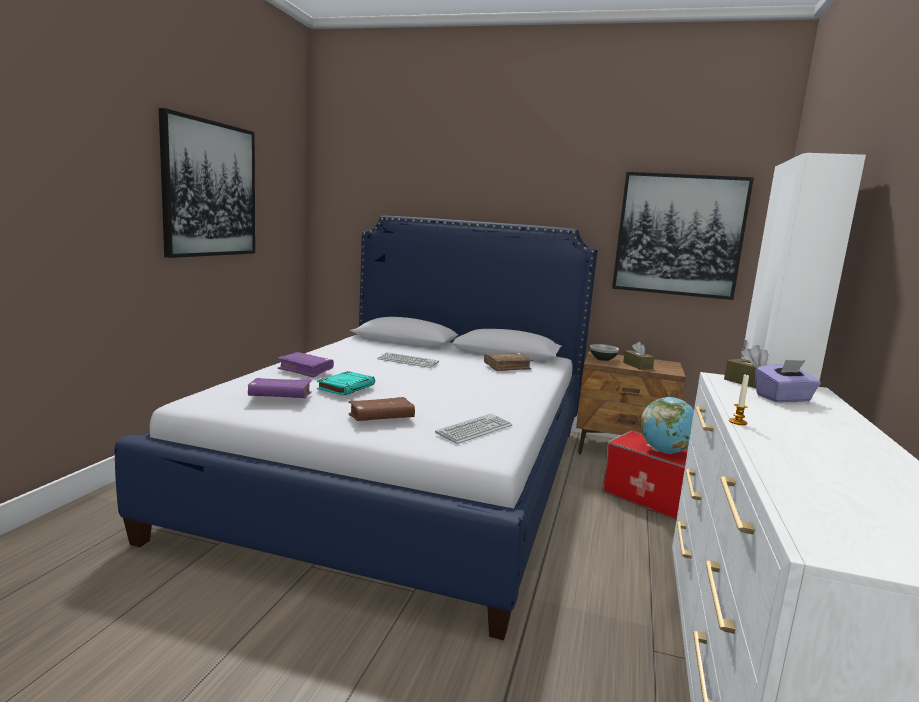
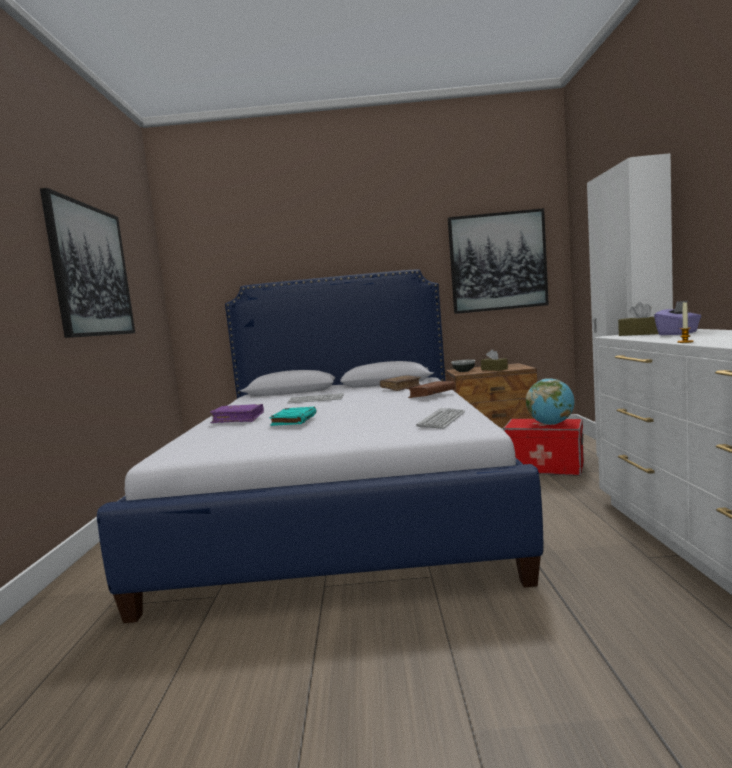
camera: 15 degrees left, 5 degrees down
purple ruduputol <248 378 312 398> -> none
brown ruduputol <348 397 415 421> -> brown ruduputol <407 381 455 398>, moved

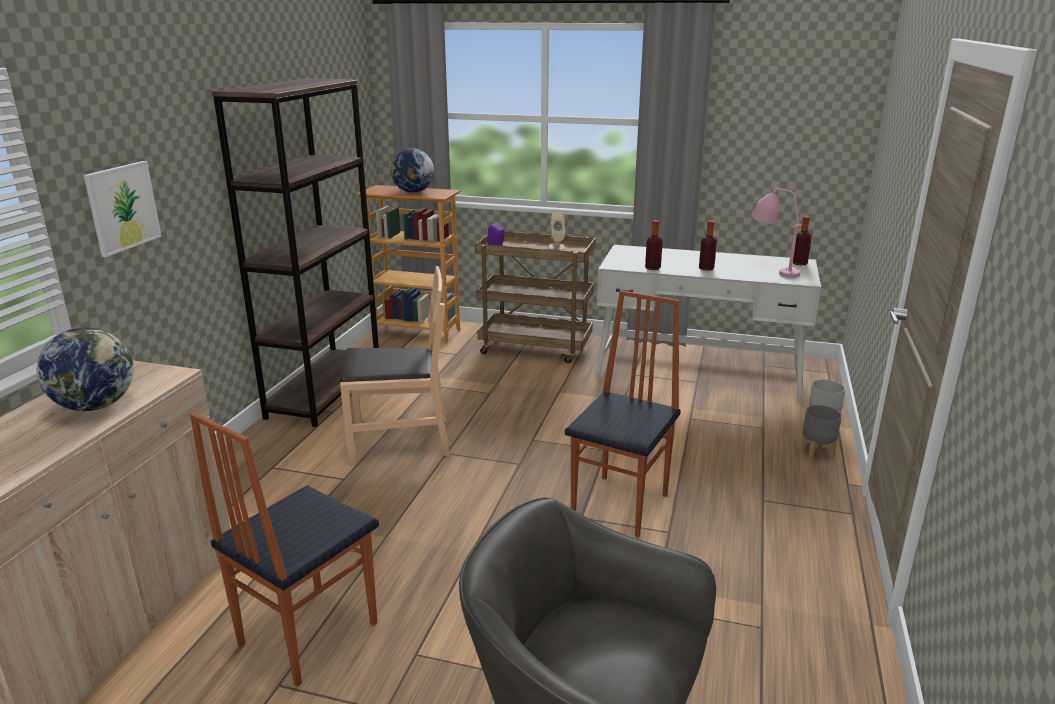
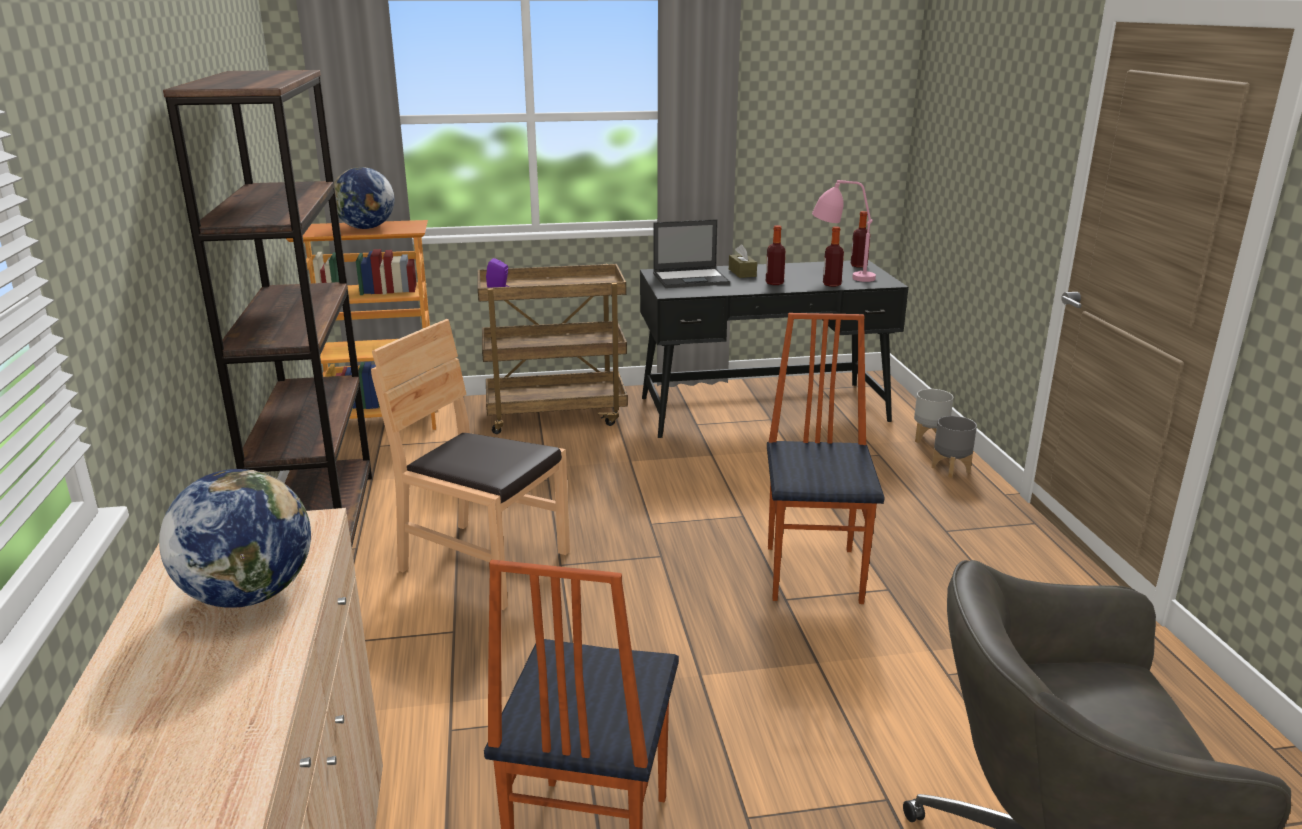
camera: 25 degrees left, 0 degrees up
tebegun <84 161 162 257> -> none
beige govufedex <548 212 565 251> -> none
none -> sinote <653 219 730 288>
none -> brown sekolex <729 244 757 278>
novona <645 220 663 270> -> novona <823 227 844 287>, moved
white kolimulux <595 245 821 404> -> black kolimulux <640 260 908 438>
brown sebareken <340 266 450 465> -> brown sebareken <371 319 570 610>, 120 degrees counterclockwise

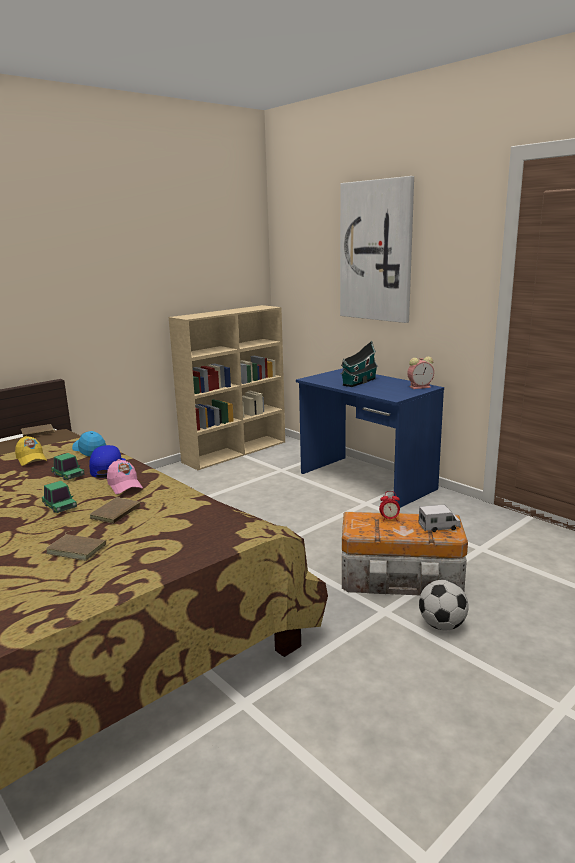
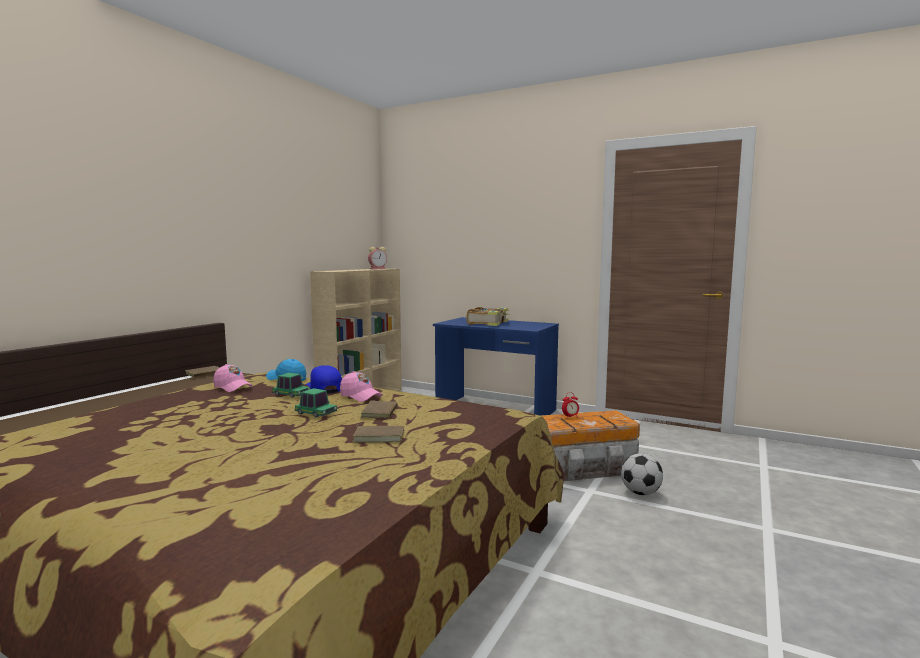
camera: 20 degrees left, 10 degrees down
tebegun <340 176 414 323> -> none
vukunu <419 505 461 532> -> none
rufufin <407 357 434 389> -> rufufin <368 247 387 269>, moved
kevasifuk <341 341 378 387> -> ruduputol <467 307 510 326>
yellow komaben <15 436 47 466> -> pink komaben <213 364 253 392>

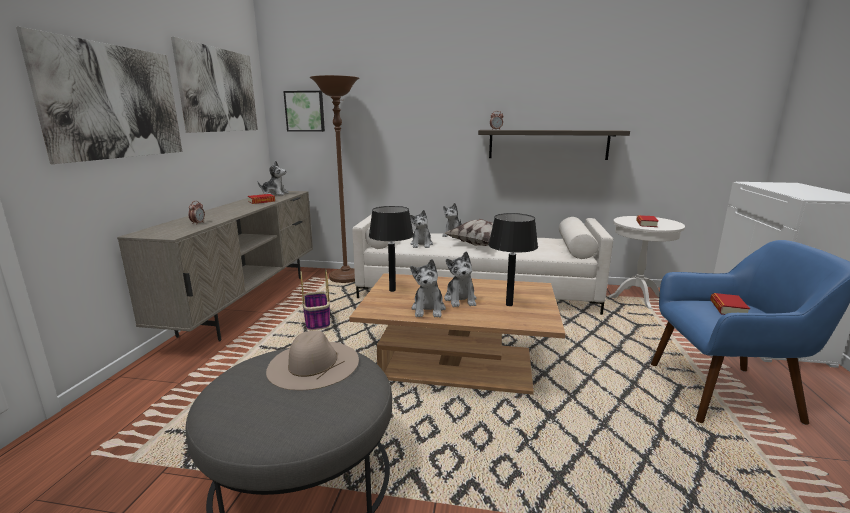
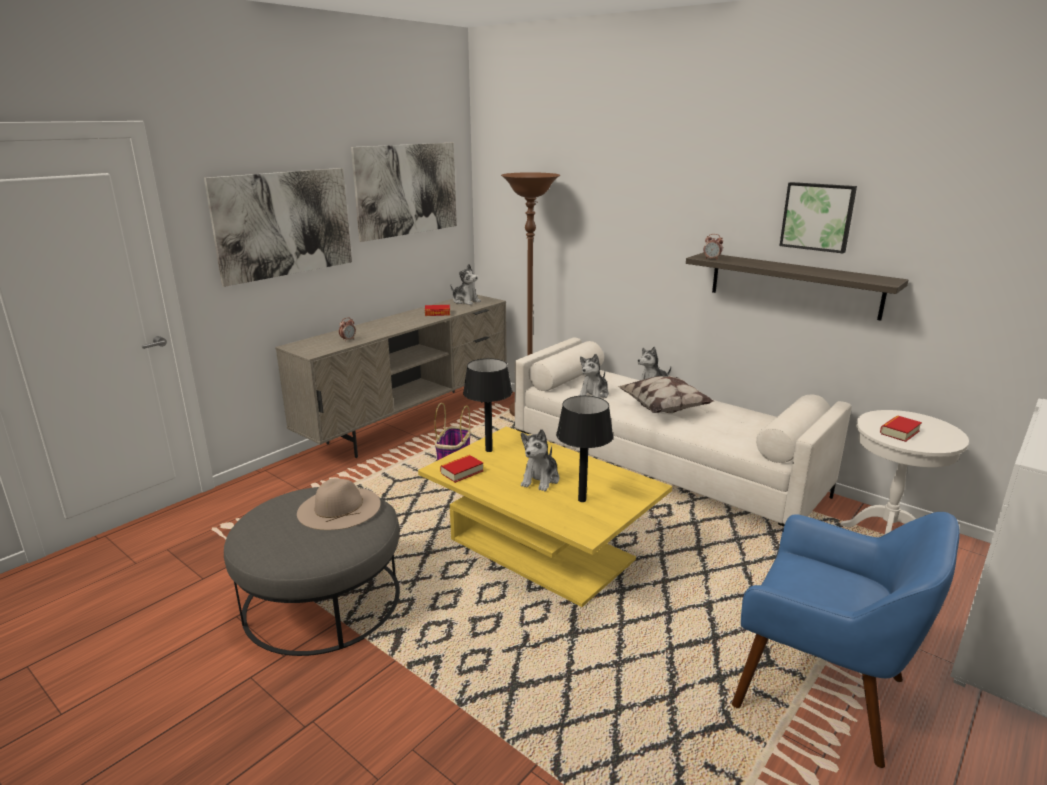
camera: 30 degrees right, 5 degrees up
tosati <410 259 446 317> -> none
tebegun <283 91 325 132> -> tebegun <779 182 857 253>, moved
ruduputol <710 293 750 315> -> ruduputol <440 455 484 483>, moved
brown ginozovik <349 273 566 395> -> yellow ginozovik <418 427 672 607>

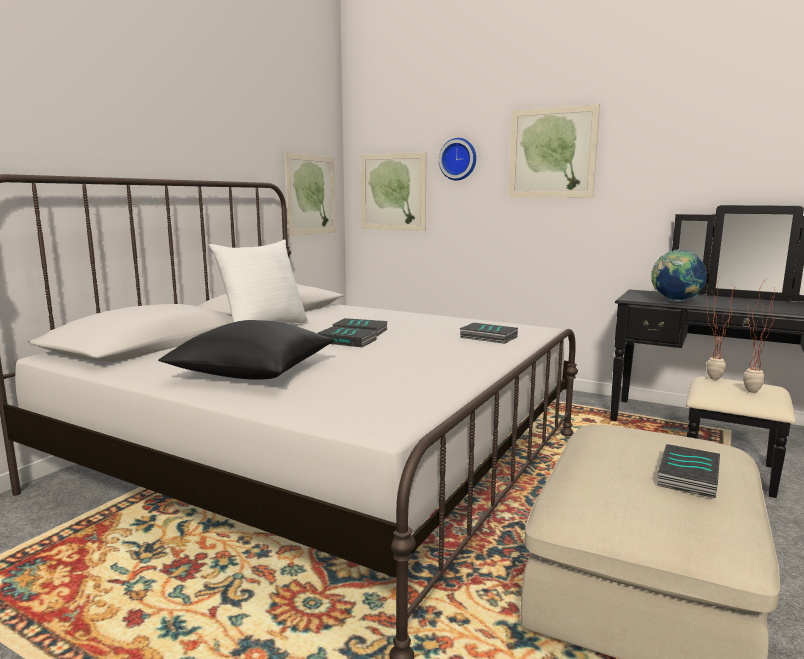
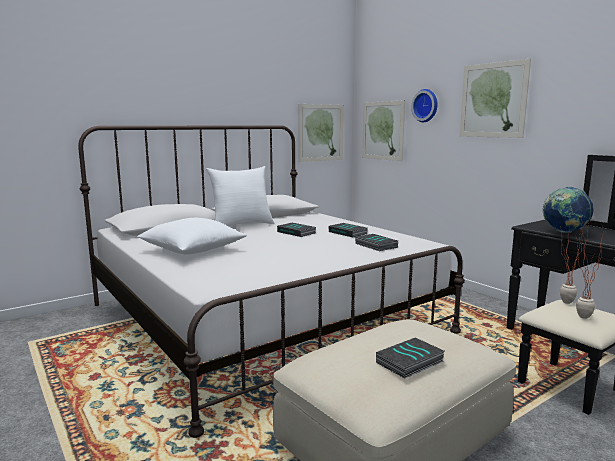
camera: 25 degrees right, 0 degrees up
ruduputol <317 326 377 347> -> ruduputol <329 223 368 238>, moved
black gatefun <158 320 334 380> -> white gatefun <137 218 247 254>

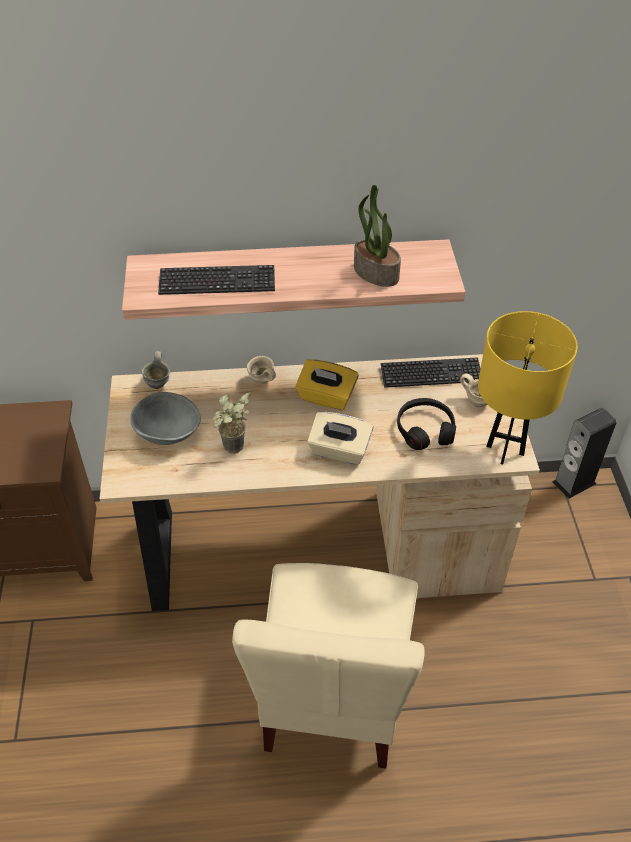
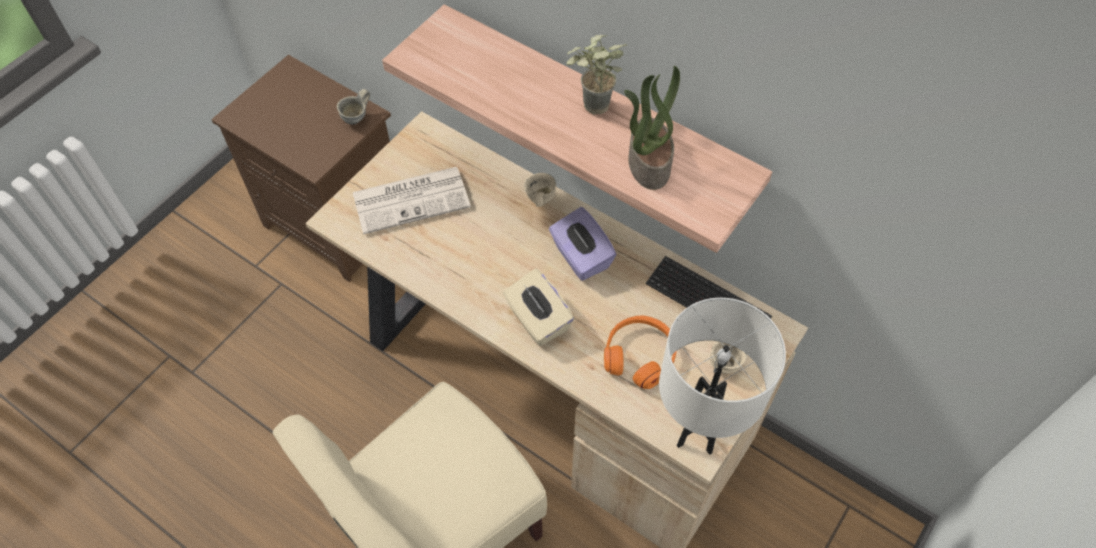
camera: 40 degrees right, 10 degrees up
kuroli <158 265 275 295> -> none
govufedex <552 407 617 499> -> none
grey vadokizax <142 351 170 389> -> grey vadokizax <337 89 370 124>, moved
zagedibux <213 392 250 454> -> zagedibux <566 35 627 115>, moved
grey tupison <130 392 201 445> -> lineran <353 167 471 235>
yellow sekolex <295 359 359 411> -> purple sekolex <549 207 617 281>
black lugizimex <397 398 456 450> -> orange lugizimex <604 316 677 389>
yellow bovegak <478 311 578 465> -> white bovegak <659 298 786 455>

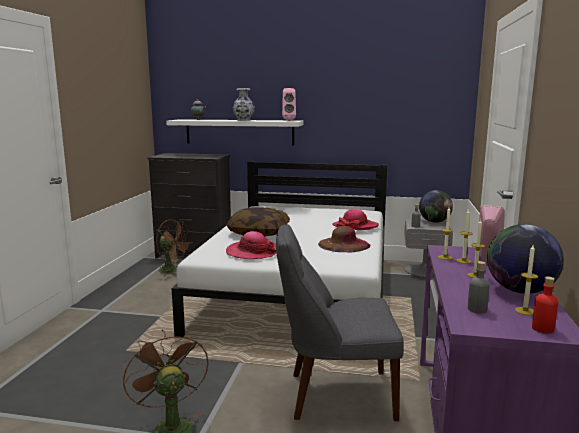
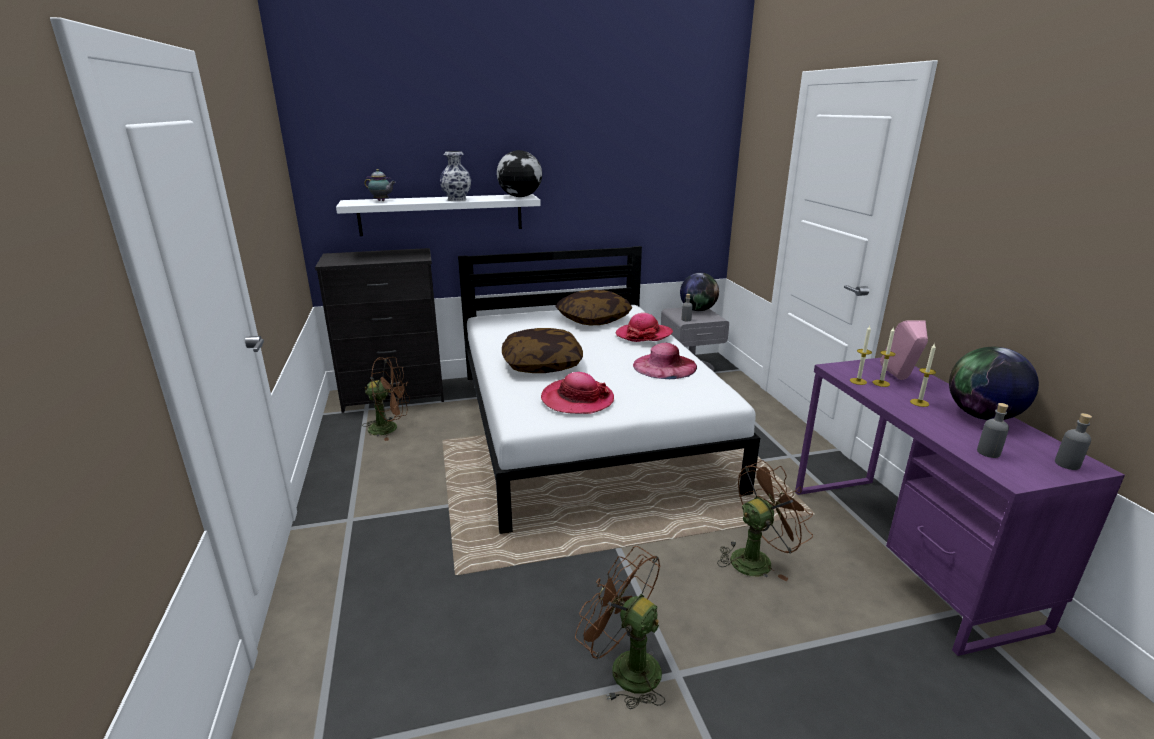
camera: 25 degrees left, 10 degrees up
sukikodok <515 245 538 315> -> none
none -> gatefun <555 290 632 325>
grey sebareken <276 224 404 421> -> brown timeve <717 460 813 581>
pink govufedex <282 88 296 121> -> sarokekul <497 150 542 197>
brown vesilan <318 226 371 252> -> pink vesilan <633 342 697 379>
red novona <532 276 558 334> -> grey novona <1055 413 1092 470>

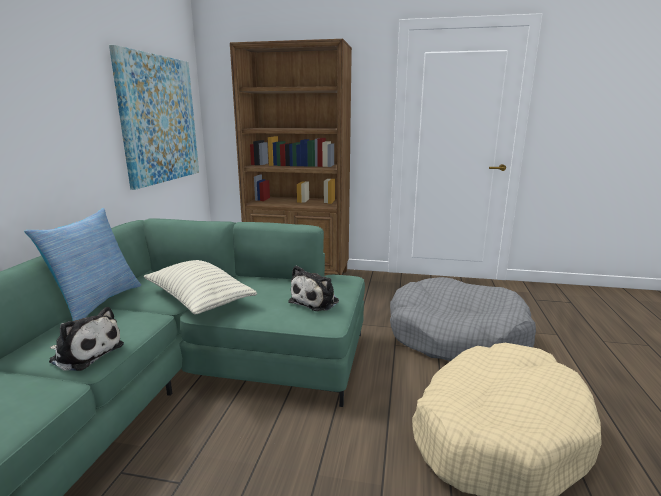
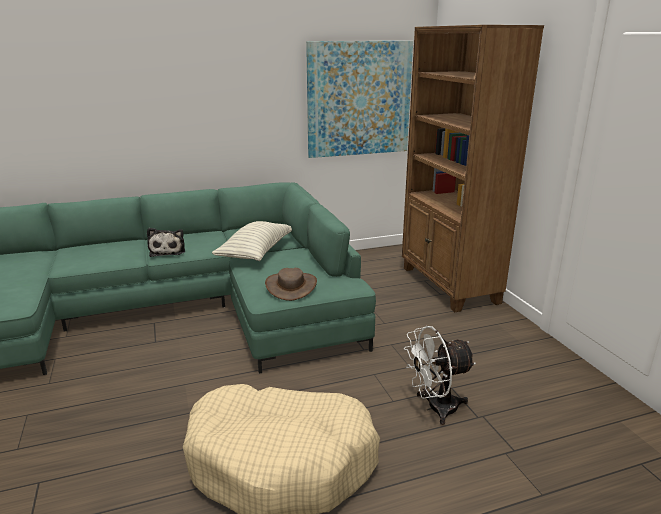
camera: 60 degrees right, 5 degrees up
gatefun <24 208 141 321> -> none
tosati <288 266 339 311> -> brown vesilan <265 268 317 301>
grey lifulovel <390 277 536 361> -> white timeve <404 326 476 425>

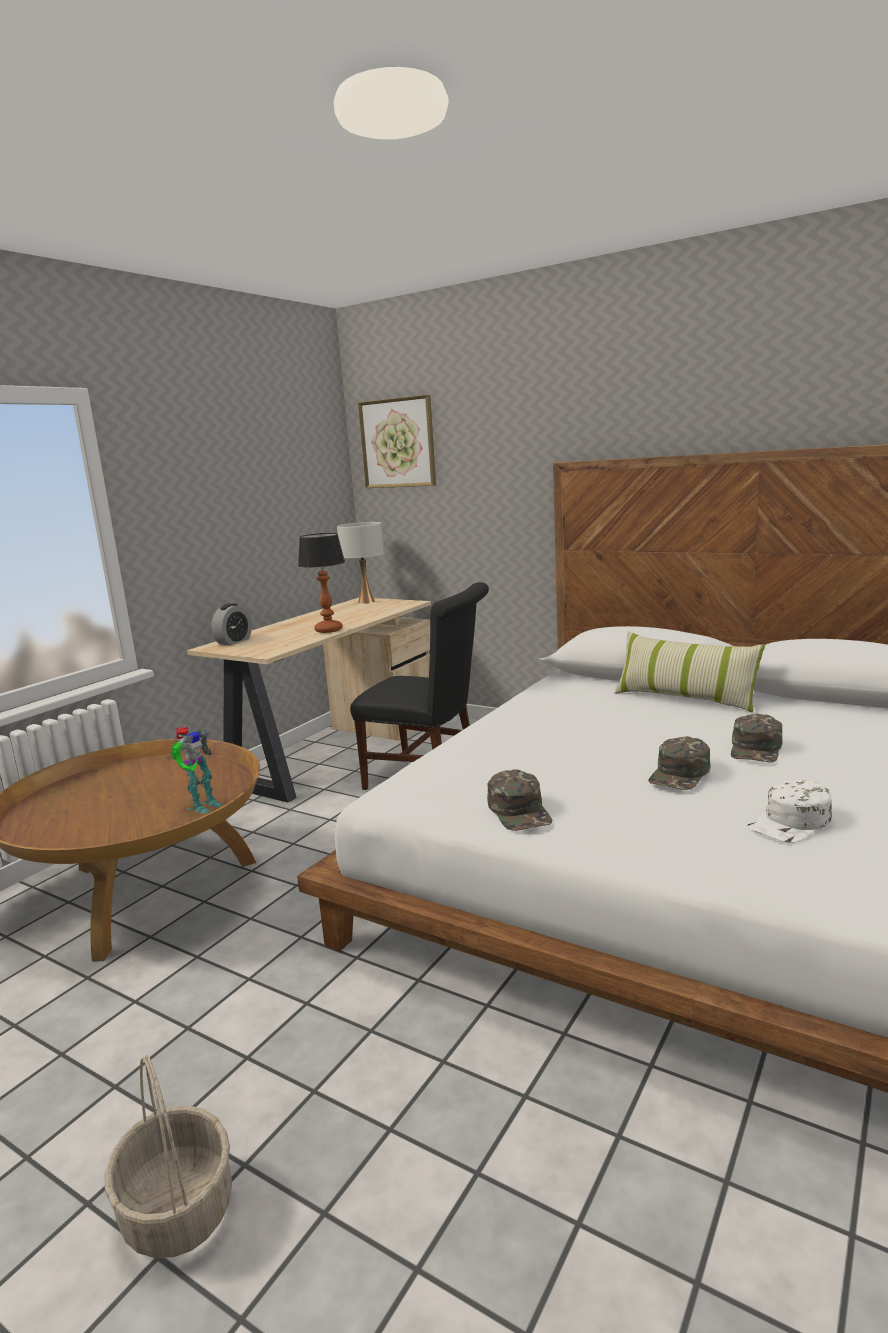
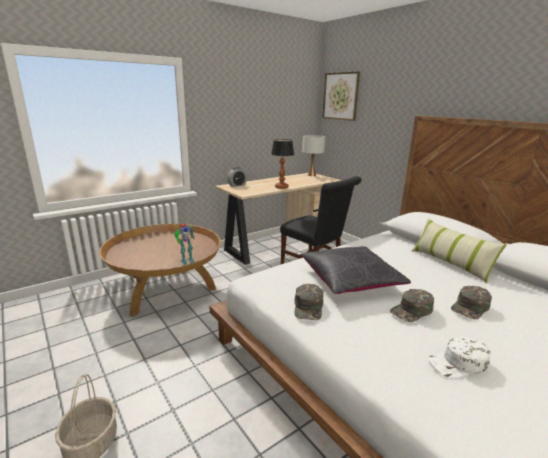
camera: 20 degrees right, 5 degrees up
none -> black gatefun <301 246 411 294>

